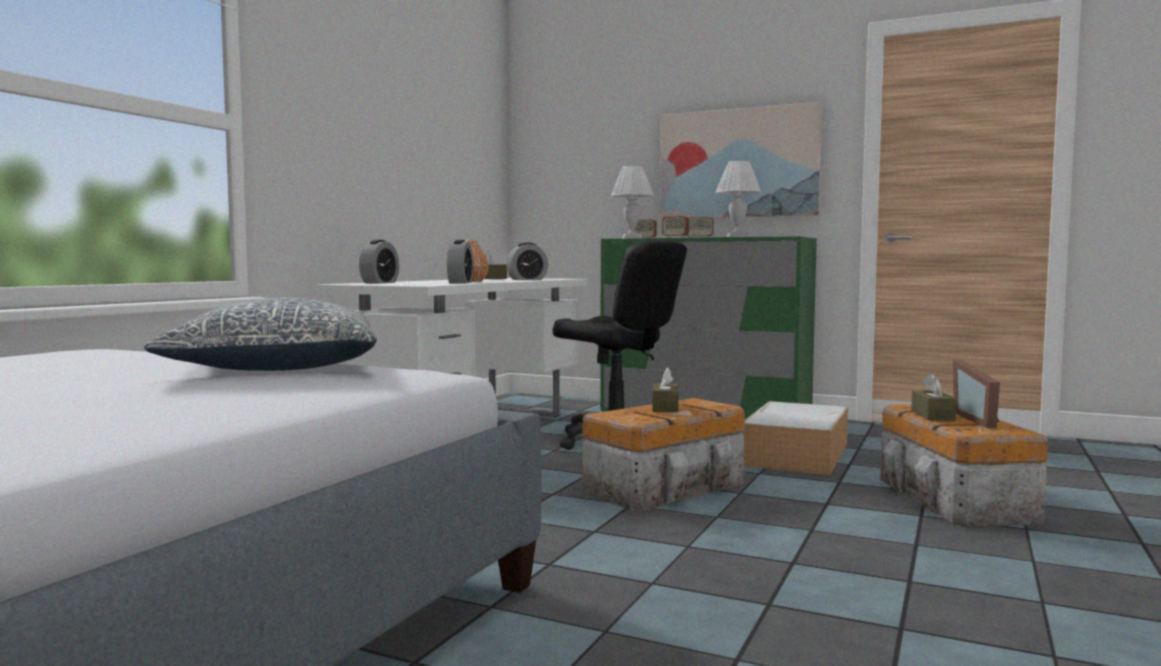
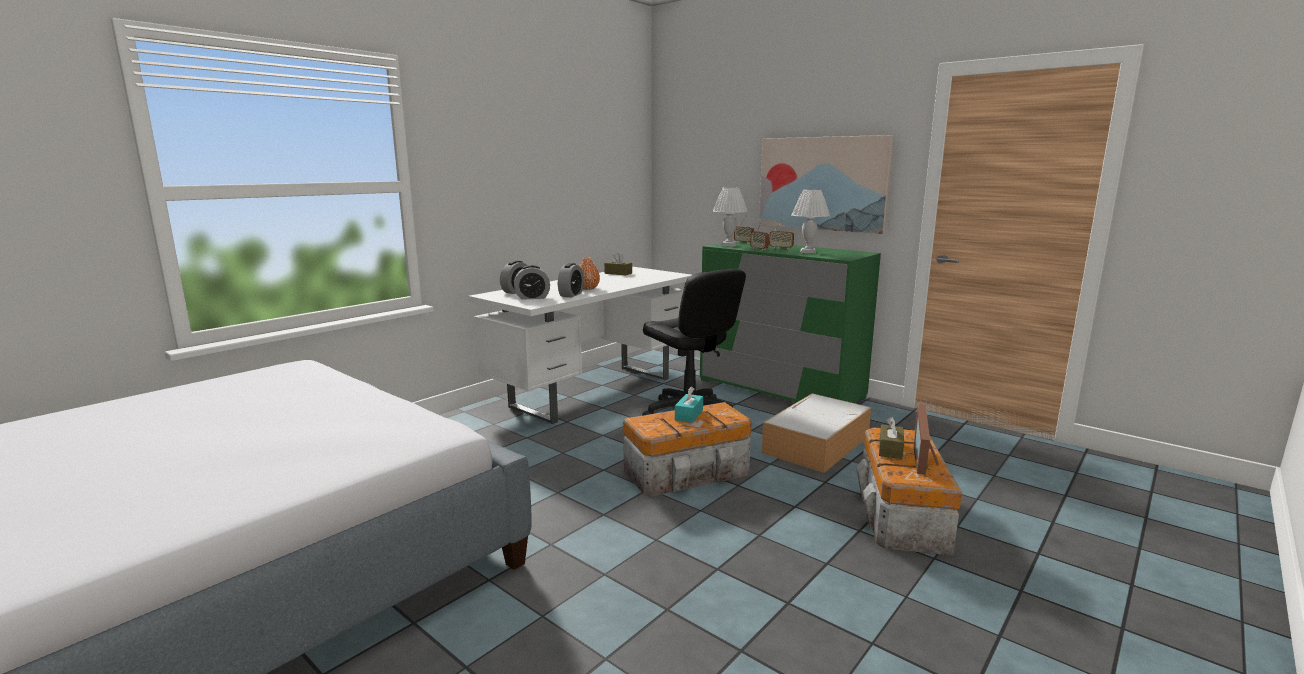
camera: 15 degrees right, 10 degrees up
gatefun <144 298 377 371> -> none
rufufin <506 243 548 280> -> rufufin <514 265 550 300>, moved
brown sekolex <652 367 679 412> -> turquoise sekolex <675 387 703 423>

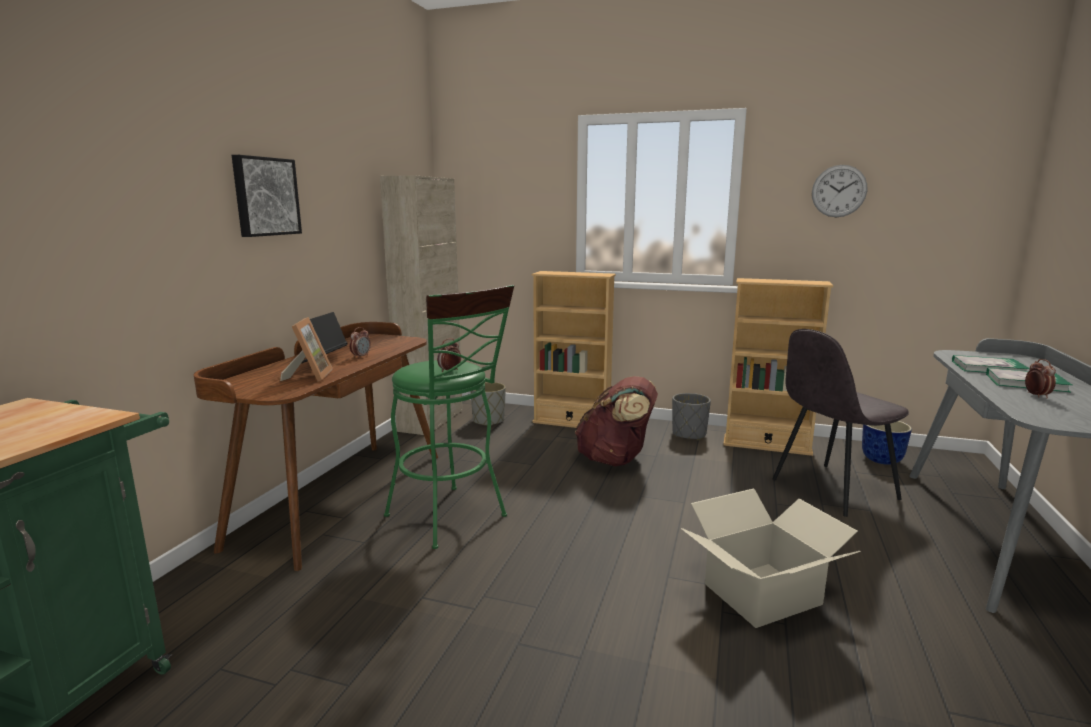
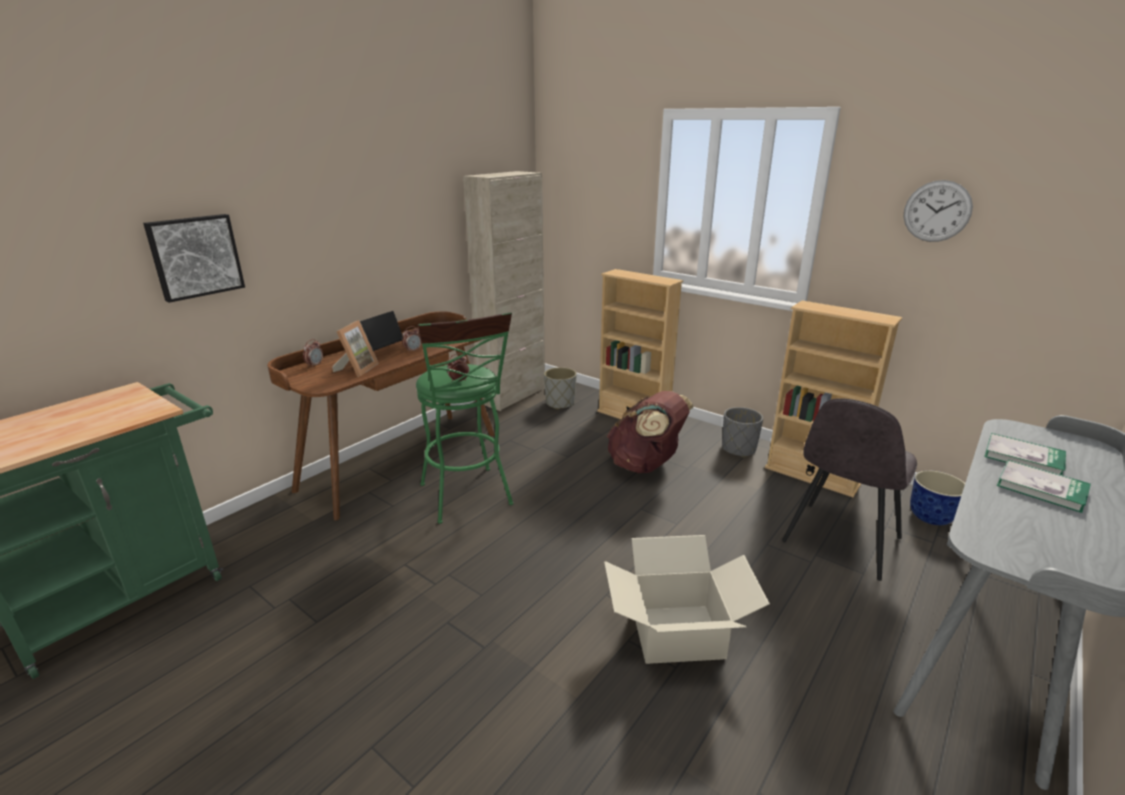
camera: 20 degrees right, 10 degrees up
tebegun <232 155 302 237> -> tebegun <143 214 245 303>, moved
rufufin <1025 359 1056 398> -> rufufin <303 339 323 368>, moved
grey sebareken <773 329 909 517> -> grey sebareken <782 398 917 581>, 45 degrees counterclockwise

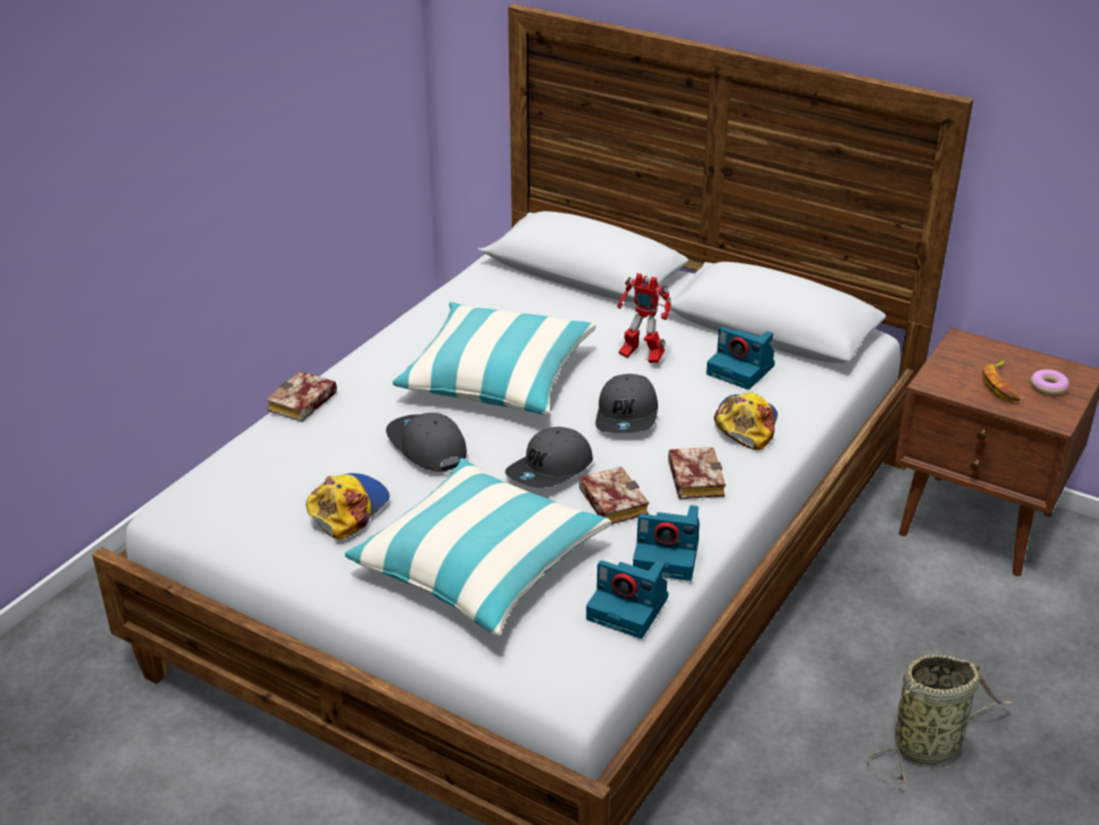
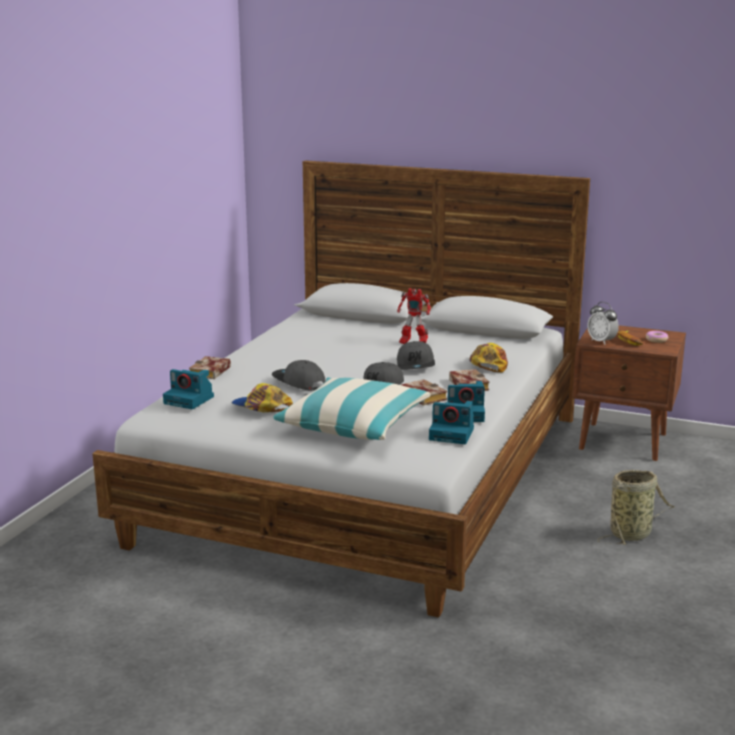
camera: 10 degrees left, 15 degrees down
gatefun <393 302 596 415> -> none
none -> rufufin <587 302 619 345>
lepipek <706 327 775 390> -> lepipek <163 369 214 409>, moved
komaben <306 473 390 539> -> komaben <232 383 293 412>, 75 degrees counterclockwise

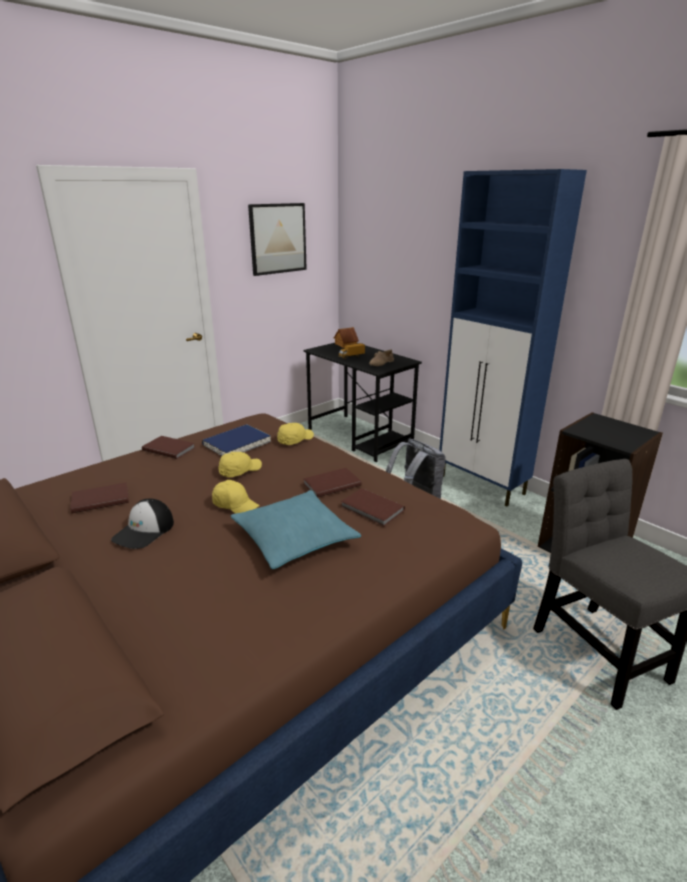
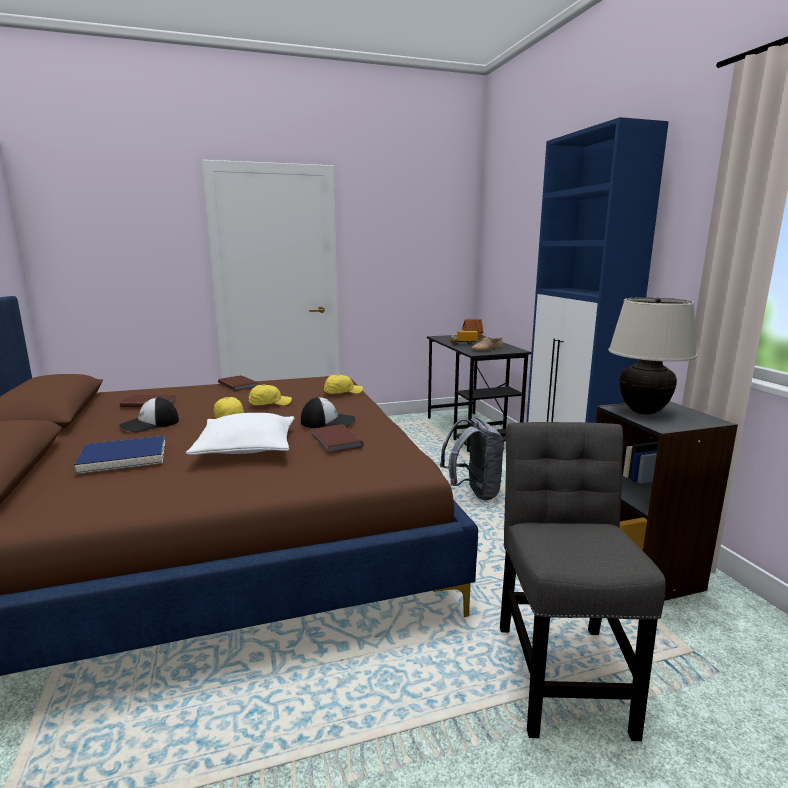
camera: 25 degrees right, 10 degrees down
tebegun <248 203 307 276> -> none
none -> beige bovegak <608 297 697 415>
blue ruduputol <202 424 271 456> -> blue ruduputol <74 436 165 474>, moved
brown ruduputol <303 468 362 497> -> komaben <301 397 355 428>
turquoise gatefun <231 490 361 569> -> white gatefun <186 413 295 455>

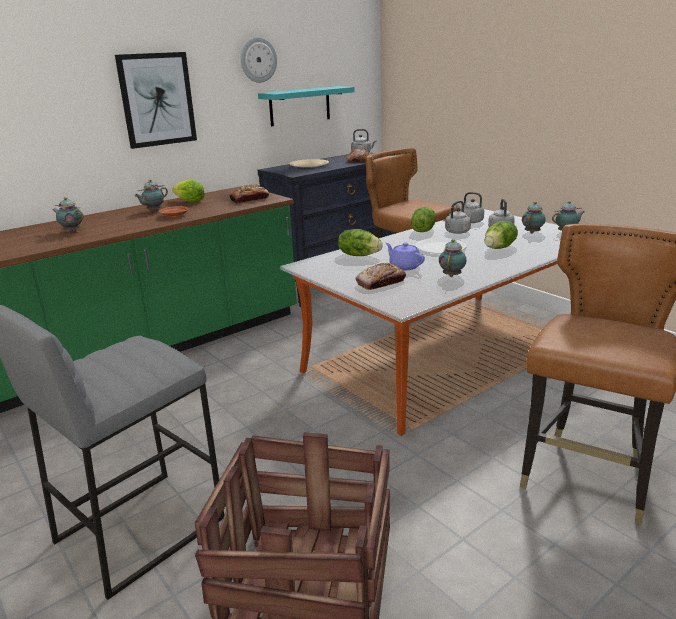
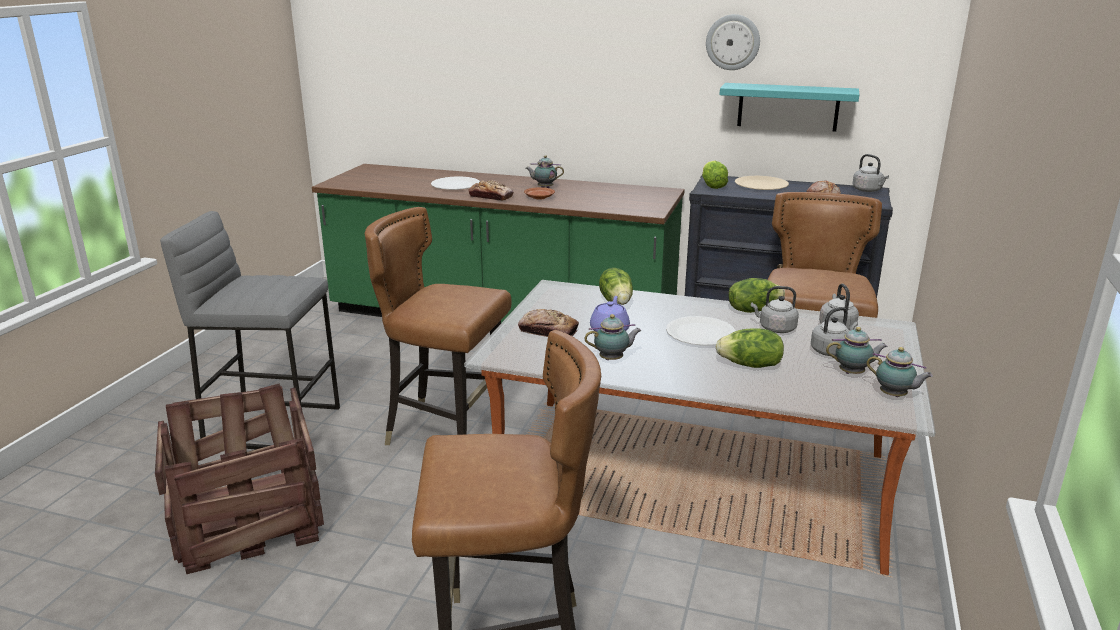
camera: 55 degrees right, 0 degrees up
tebegun <115 52 197 149> -> none
none -> brown sebareken <365 207 512 445>
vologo <172 180 205 203> -> vologo <702 161 728 189>, moved
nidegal <229 184 269 203> -> nidegal <468 180 514 201>, moved
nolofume <52 197 84 232> -> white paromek <431 177 480 190>

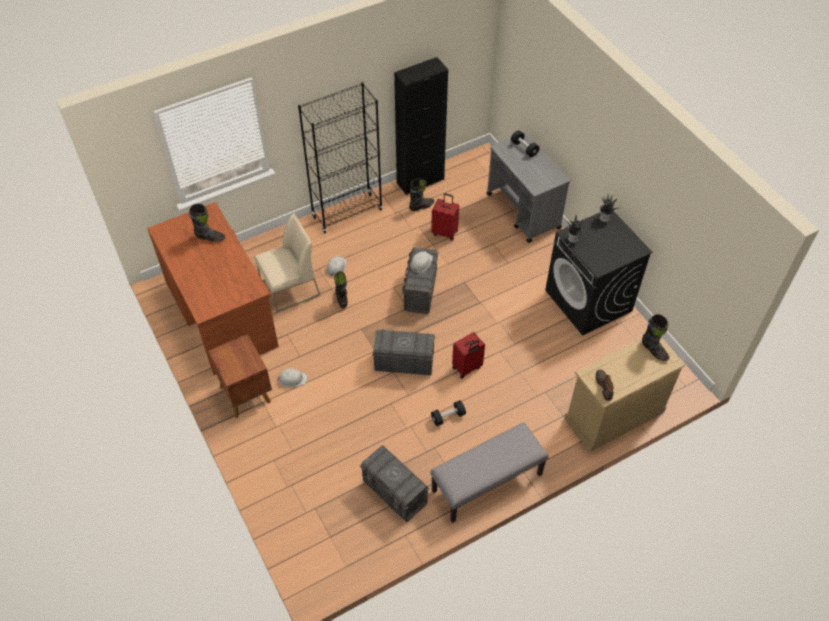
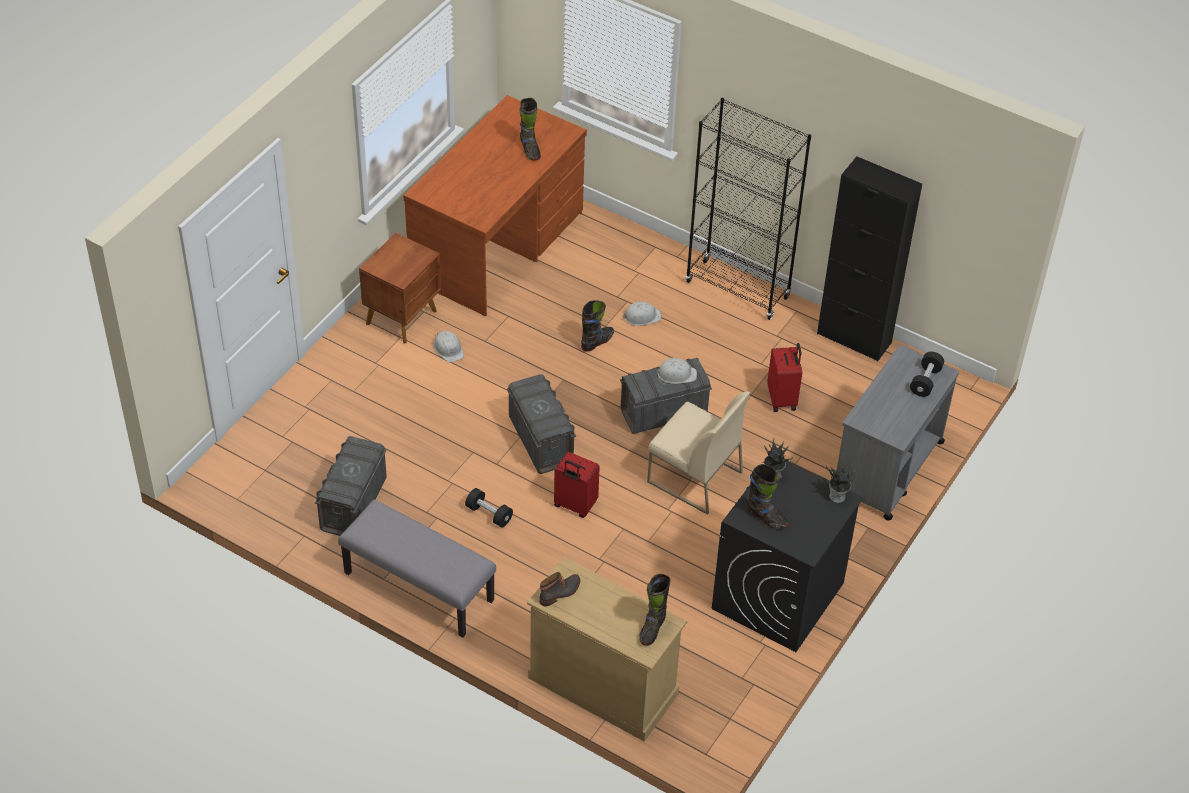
camera: 60 degrees right, 5 degrees down
beige sebareken <255 213 320 312> -> beige sebareken <647 391 750 515>, moved
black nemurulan <409 178 434 211> -> black nemurulan <746 464 789 529>, moved

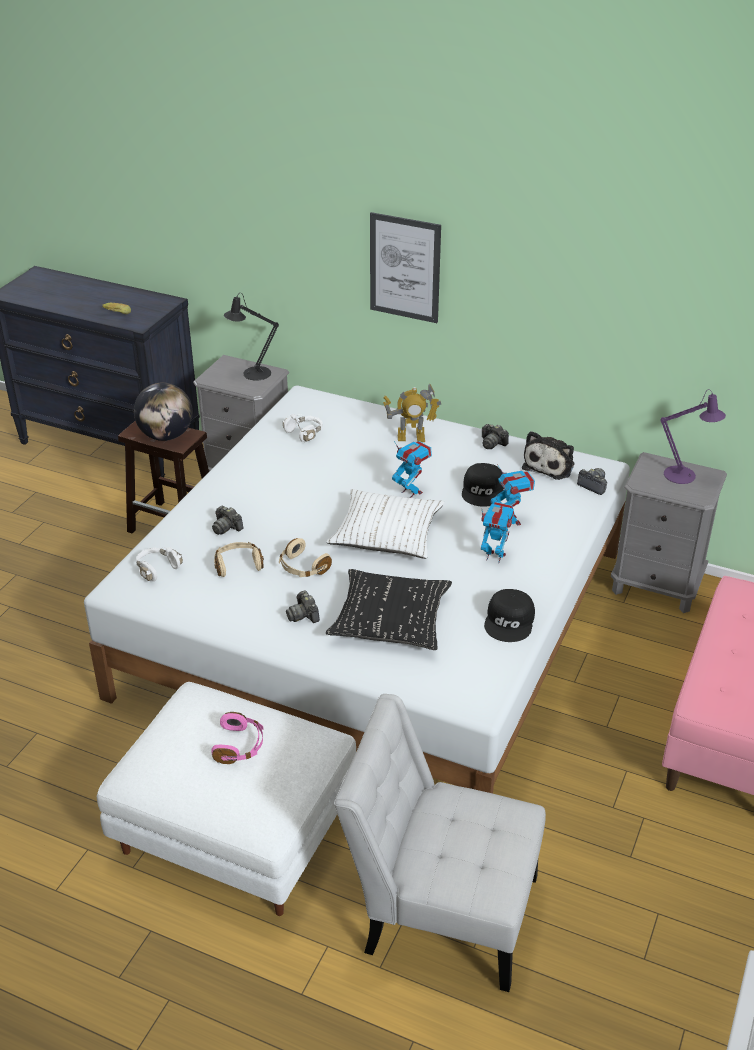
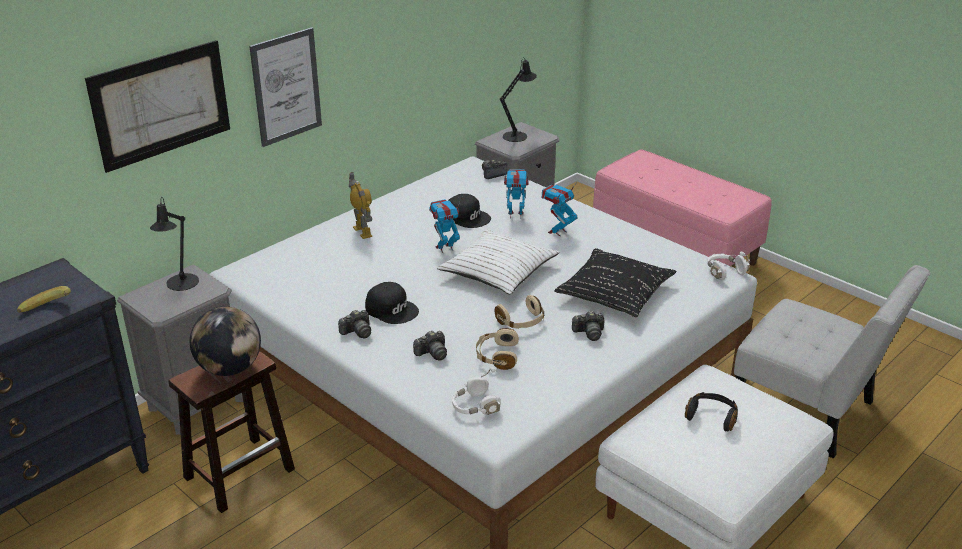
camera: 70 degrees left, 5 degrees down
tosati <522 431 575 480> -> none
none -> tebegun <85 40 230 173>
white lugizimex <283 414 323 442> -> white lugizimex <707 252 750 280>, moved
lepipek <482 424 509 449> -> lepipek <338 310 371 339>, moved
black komaben <484 589 535 642> -> black komaben <365 282 419 324>, moved
pink lugizimex <211 712 263 764> -> black lugizimex <685 392 738 432>
purple bovegak <660 389 726 484> -> black bovegak <500 57 537 142>
white sebareken <334 694 546 992> -> white sebareken <734 265 930 459>, 90 degrees counterclockwise
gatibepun <383 384 441 442> -> gatibepun <349 172 372 239>, 45 degrees counterclockwise

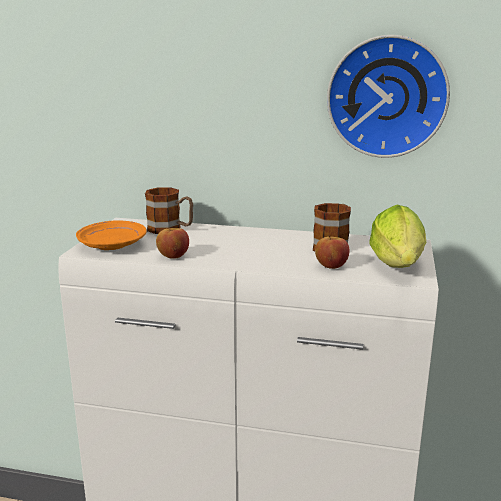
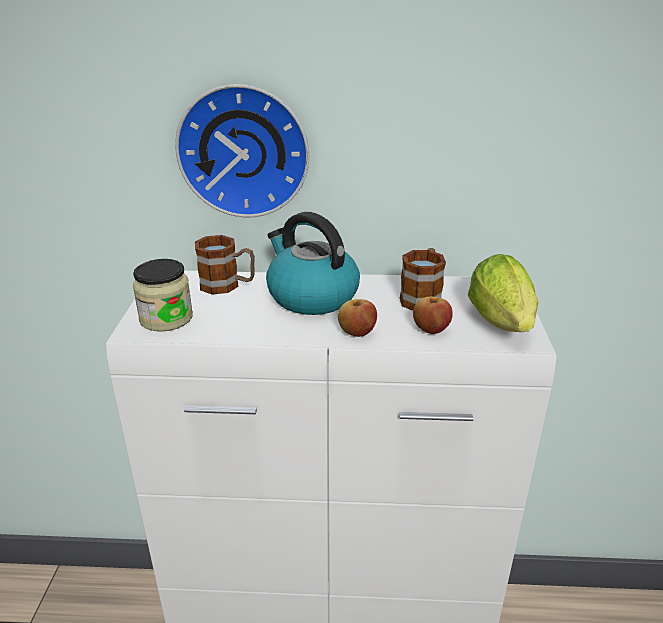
camera: 10 degrees left, 10 degrees up
none -> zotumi <266 212 360 315>
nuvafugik <156 227 189 259> -> nuvafugik <338 299 377 337>, moved
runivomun <327 35 450 158> -> runivomun <175 84 309 217>, moved
orange paromek <76 220 146 250> -> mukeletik <133 259 193 332>

